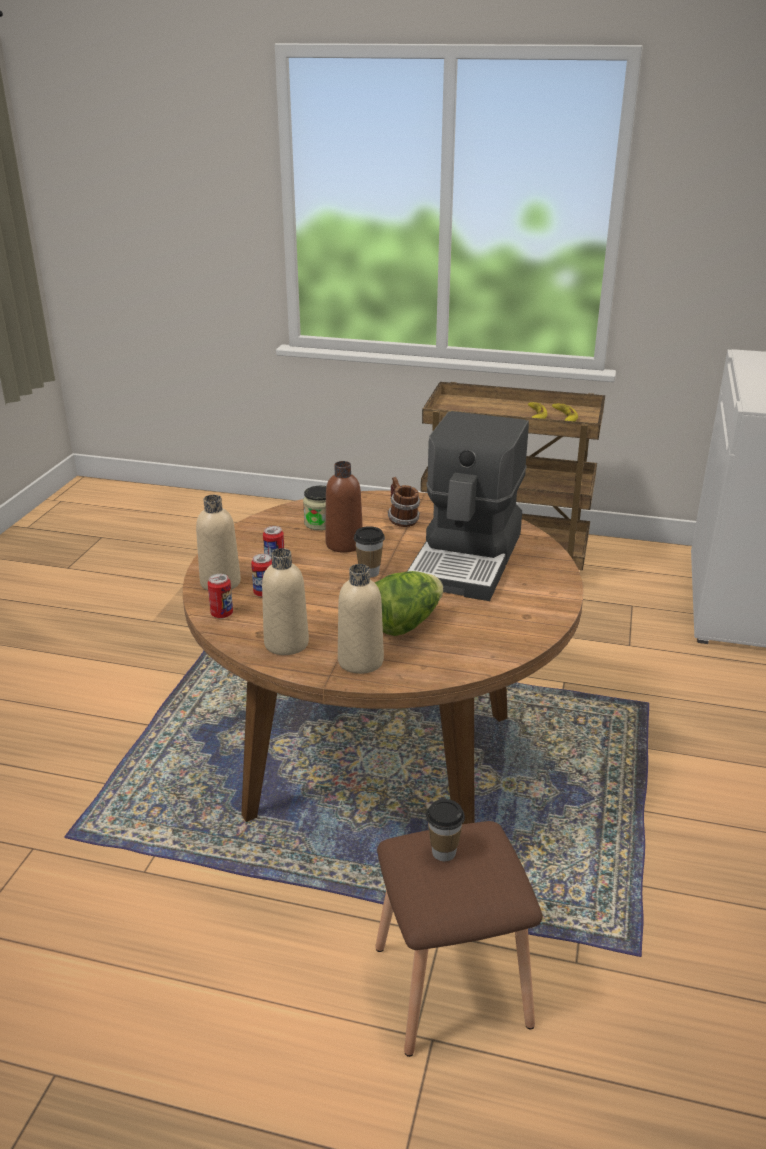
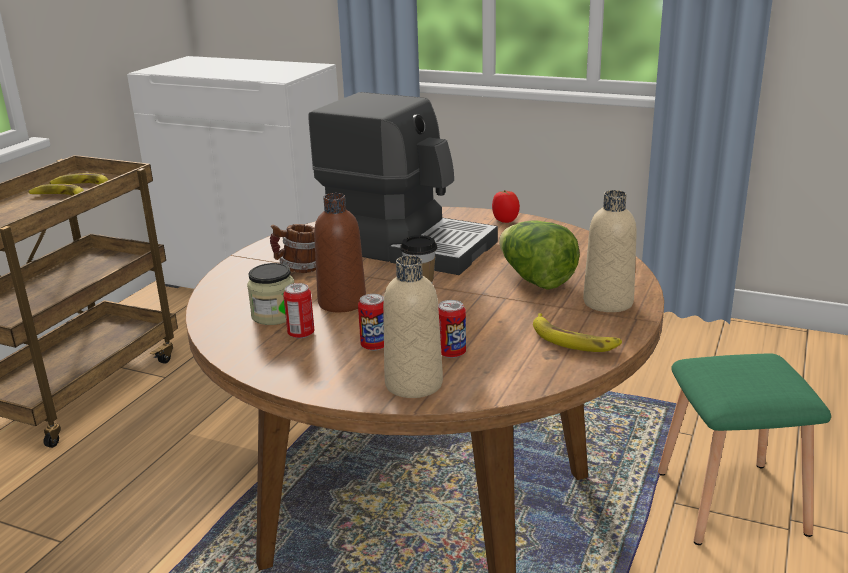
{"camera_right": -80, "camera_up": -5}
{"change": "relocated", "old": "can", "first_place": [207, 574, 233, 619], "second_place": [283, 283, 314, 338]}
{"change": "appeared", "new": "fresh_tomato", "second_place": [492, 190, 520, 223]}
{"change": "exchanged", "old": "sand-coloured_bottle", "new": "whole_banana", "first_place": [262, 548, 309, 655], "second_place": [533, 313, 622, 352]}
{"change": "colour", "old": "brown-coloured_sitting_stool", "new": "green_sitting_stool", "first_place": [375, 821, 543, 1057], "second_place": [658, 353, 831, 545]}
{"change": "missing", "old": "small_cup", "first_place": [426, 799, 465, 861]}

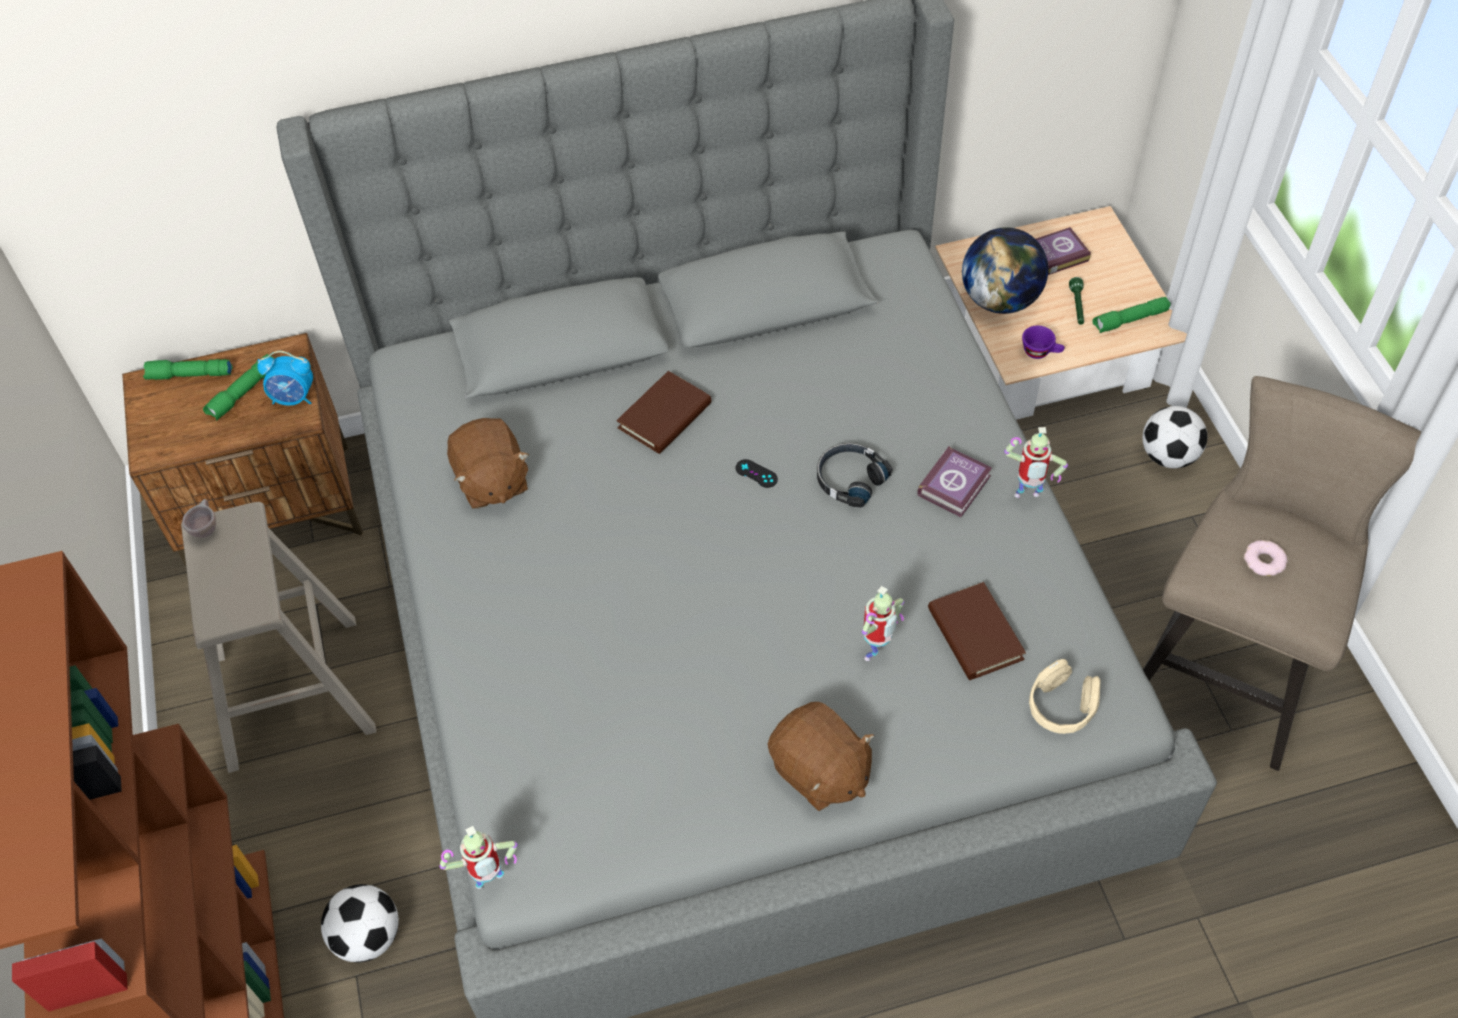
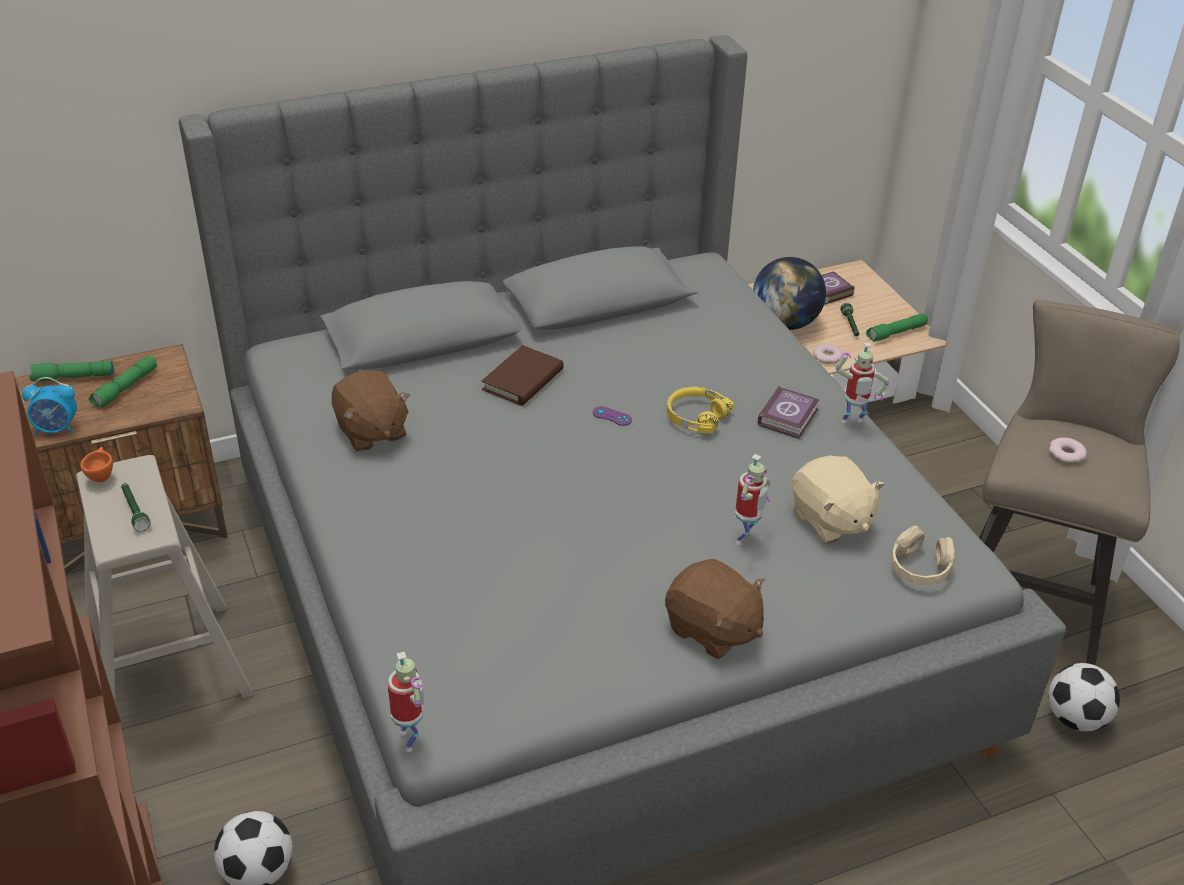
{"camera_right": -10, "camera_up": -15}
{"change": "relocated", "old": "table_clock", "first_place": [257, 351, 313, 406], "second_place": [22, 377, 77, 435]}
{"change": "colour", "old": "sand-coloured_small_cup", "new": "orange-coloured_small_cup", "first_place": [182, 499, 216, 538], "second_place": [80, 447, 113, 482]}
{"change": "appeared", "new": "green_flashlight", "second_place": [121, 483, 151, 531]}
{"change": "spun", "old": "model_robot", "first_place": [440, 826, 518, 889], "second_place": [388, 652, 424, 752], "degrees": -75}
{"change": "colour", "old": "black_gamepad", "new": "purple-coloured_gamepad", "first_place": [736, 459, 778, 488], "second_place": [593, 406, 632, 426]}
{"change": "colour", "old": "black_headset", "new": "yellow-coloured_headset", "first_place": [817, 443, 893, 508], "second_place": [667, 387, 733, 434]}
{"change": "exchanged", "old": "brown-coloured_volume", "new": "sand-coloured_soft_toy", "first_place": [928, 582, 1026, 680], "second_place": [792, 456, 885, 543]}
{"change": "exchanged", "old": "purple-coloured_small_cup", "new": "donut", "first_place": [1022, 325, 1065, 359], "second_place": [813, 344, 843, 364]}
{"change": "relocated", "old": "football", "first_place": [1142, 406, 1207, 468], "second_place": [1048, 663, 1120, 732]}

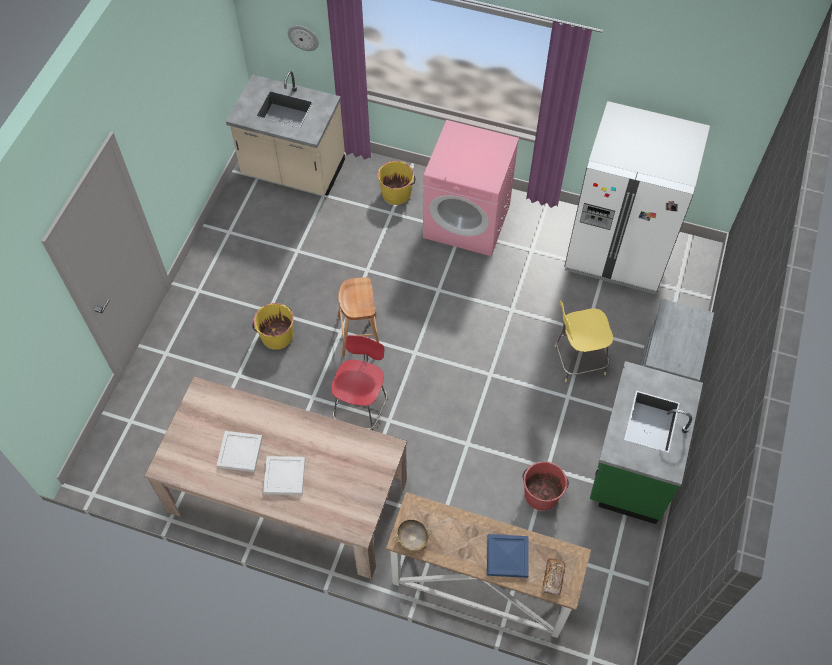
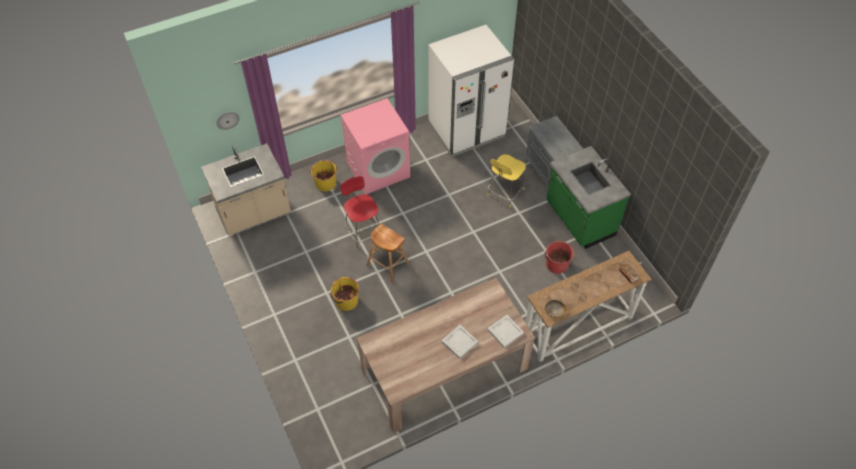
{"camera_right": -45, "camera_up": -5}
{"change": "relocated", "old": "red-coloured_sitting_stool", "first_place": [331, 335, 387, 430], "second_place": [340, 176, 379, 248]}
{"change": "relocated", "old": "white_carrying_tray", "first_place": [217, 431, 263, 472], "second_place": [487, 315, 524, 348]}
{"change": "missing", "old": "blue-coloured_carrying_tray", "first_place": [487, 534, 529, 578]}

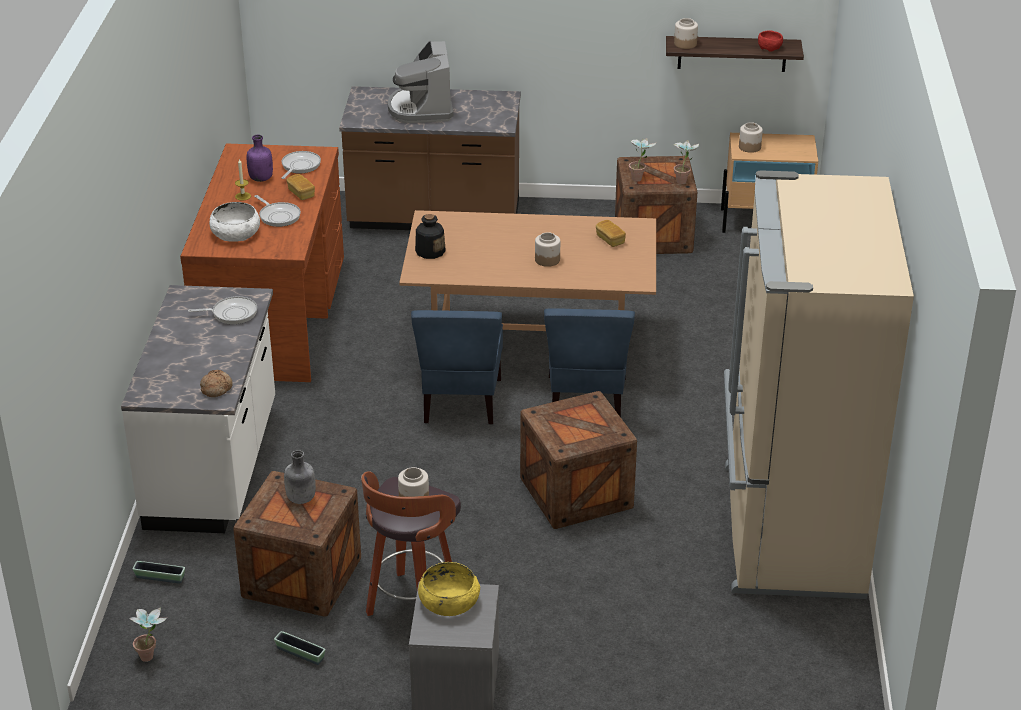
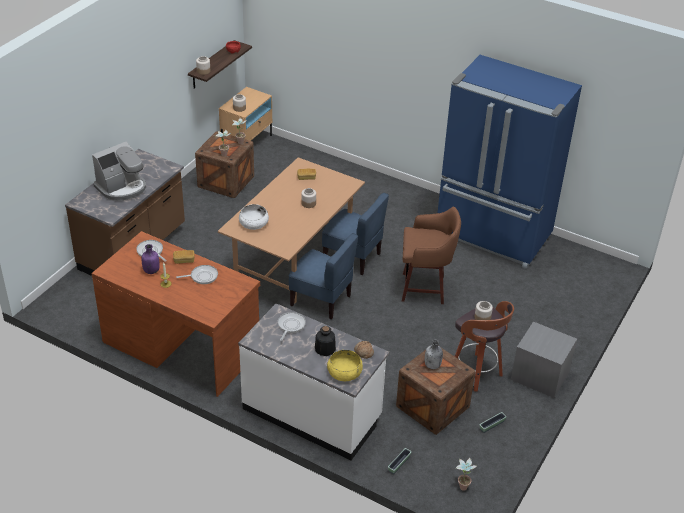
{"camera_right": -65, "camera_up": 5}
{"change": "spun", "old": "coffee_machine", "first_place": [388, 41, 453, 123], "second_place": [92, 142, 146, 201], "degrees": -60}
{"change": "relocated", "old": "white_serving_bowl", "first_place": [209, 202, 260, 242], "second_place": [239, 204, 269, 230]}
{"change": "relocated", "old": "bottle", "first_place": [415, 214, 446, 259], "second_place": [315, 326, 336, 356]}
{"change": "relocated", "old": "yellow-coloured_serving_bowl", "first_place": [418, 562, 480, 616], "second_place": [327, 350, 363, 381]}
{"change": "exchanged", "old": "shipping_crate", "new": "brown-coloured_sitting_stool", "first_place": [520, 391, 637, 529], "second_place": [402, 207, 461, 304]}
{"change": "colour", "old": "sand-coloured_fridge", "new": "blue-coloured_fridge", "first_place": [724, 170, 914, 599], "second_place": [438, 55, 582, 269]}

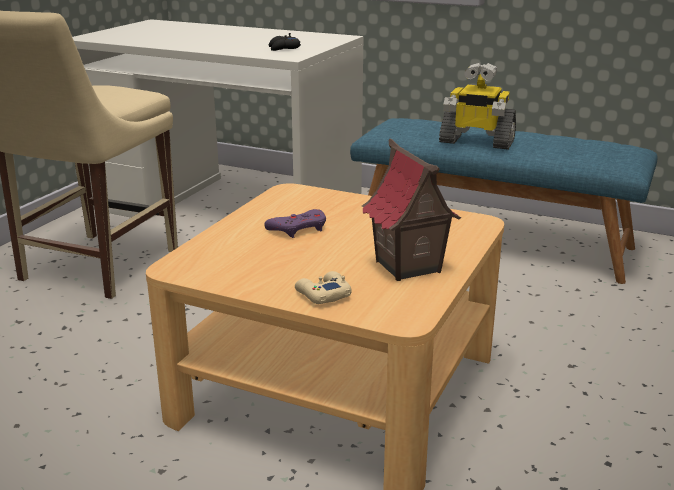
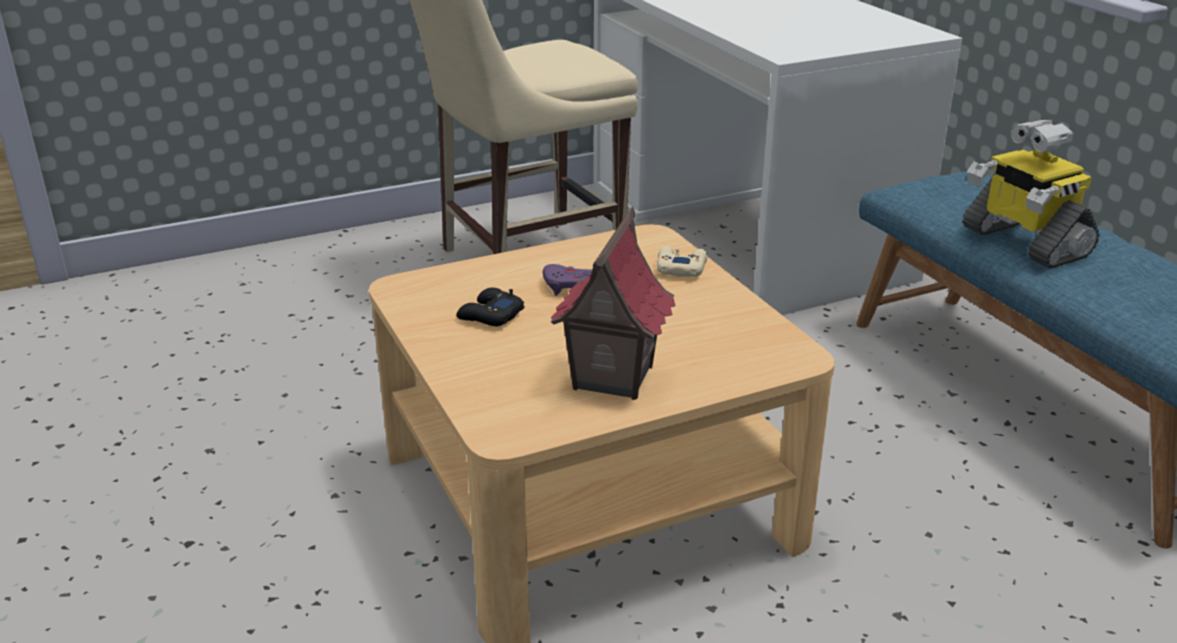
{"camera_right": 40, "camera_up": 5}
{"change": "relocated", "old": "black_gamepad", "first_place": [269, 33, 301, 51], "second_place": [456, 288, 524, 326]}
{"change": "relocated", "old": "sand-coloured_gamepad", "first_place": [295, 271, 352, 304], "second_place": [657, 246, 708, 277]}

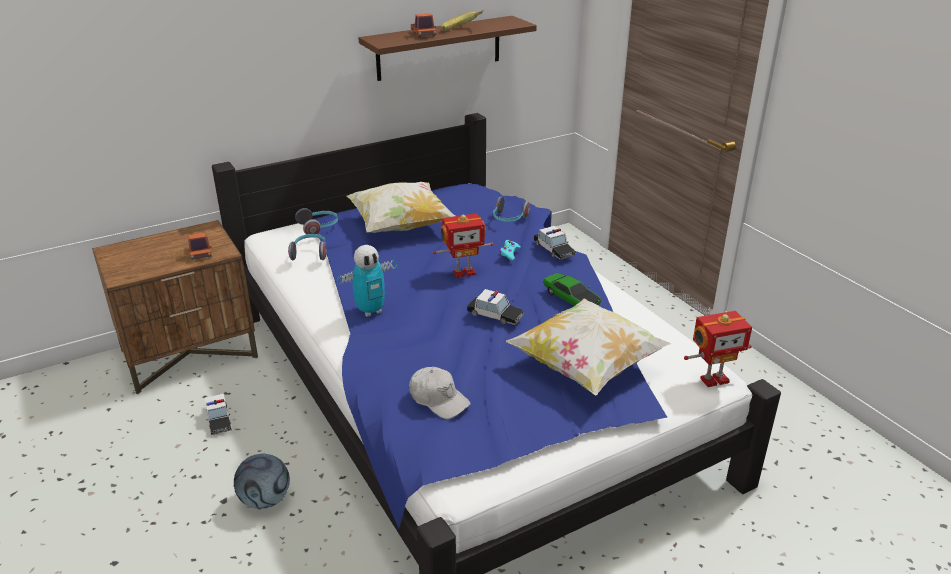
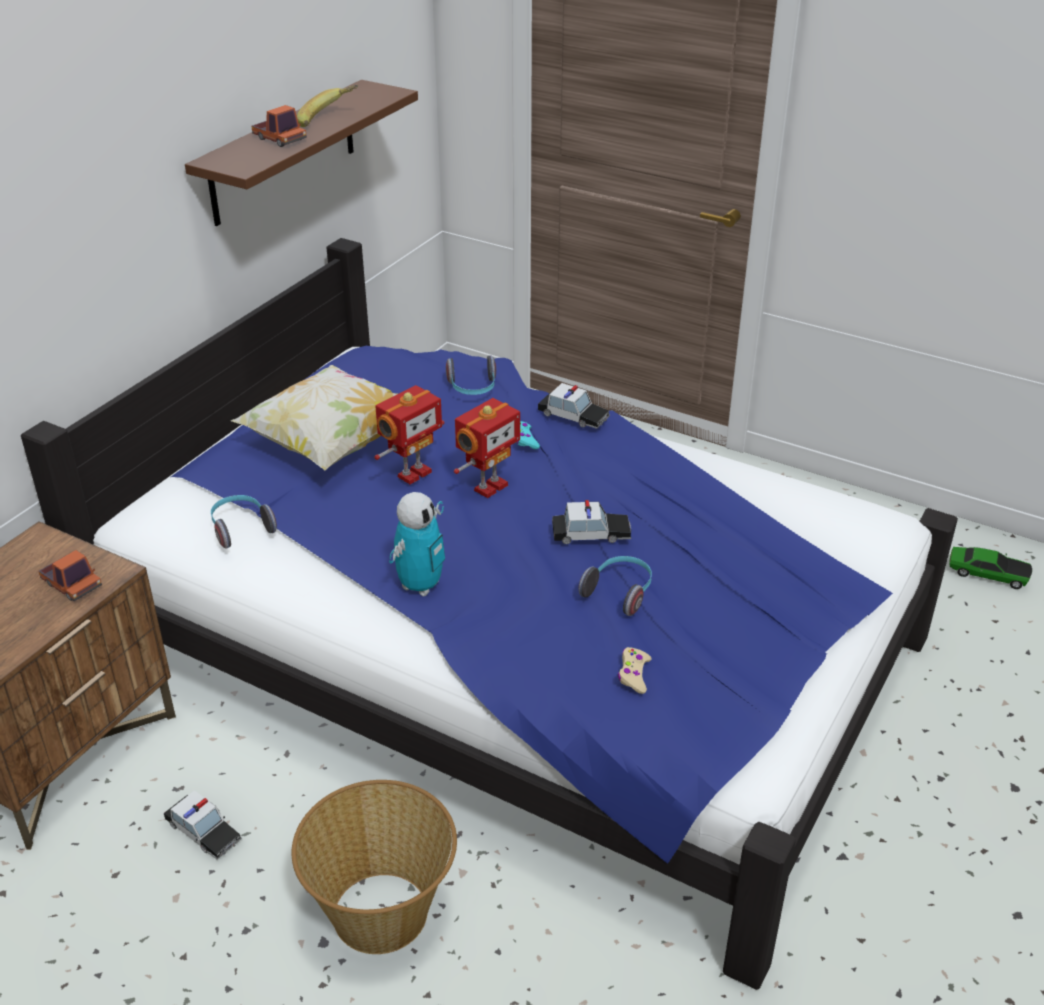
{"camera_right": -30, "camera_up": 5}
{"change": "exchanged", "old": "football", "new": "basket", "first_place": [234, 454, 290, 509], "second_place": [291, 780, 457, 954]}
{"change": "relocated", "old": "model_robot", "first_place": [684, 311, 752, 387], "second_place": [374, 385, 445, 484]}
{"change": "relocated", "old": "headset", "first_place": [295, 208, 338, 234], "second_place": [579, 556, 652, 616]}
{"change": "exchanged", "old": "white_peaked_cap", "new": "sand-coloured_gamepad", "first_place": [409, 367, 471, 419], "second_place": [618, 647, 652, 694]}
{"change": "relocated", "old": "toy_car", "first_place": [543, 273, 601, 306], "second_place": [949, 547, 1032, 589]}
{"change": "missing", "old": "throw_pillow", "first_place": [506, 298, 672, 395]}

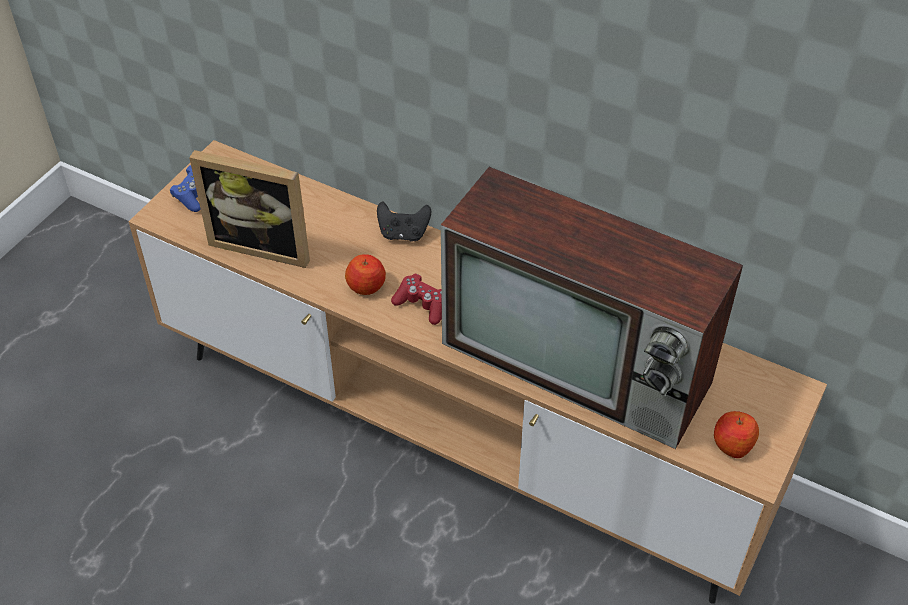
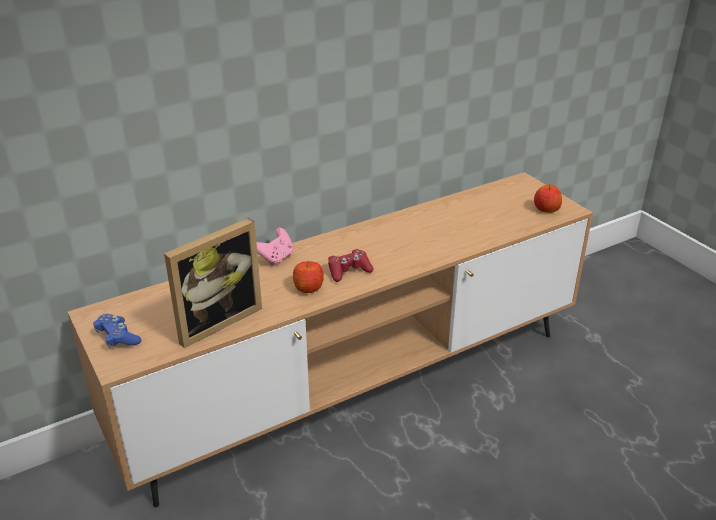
{"camera_right": -60, "camera_up": -15}
{"change": "colour", "old": "black_gamepad", "new": "pinkish_gamepad", "first_place": [377, 202, 431, 242], "second_place": [256, 228, 294, 266]}
{"change": "missing", "old": "television", "first_place": [441, 167, 743, 449]}

